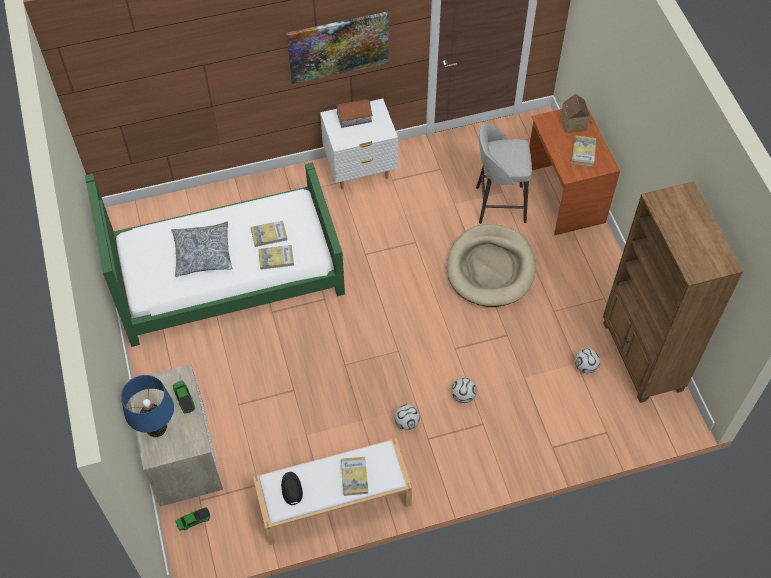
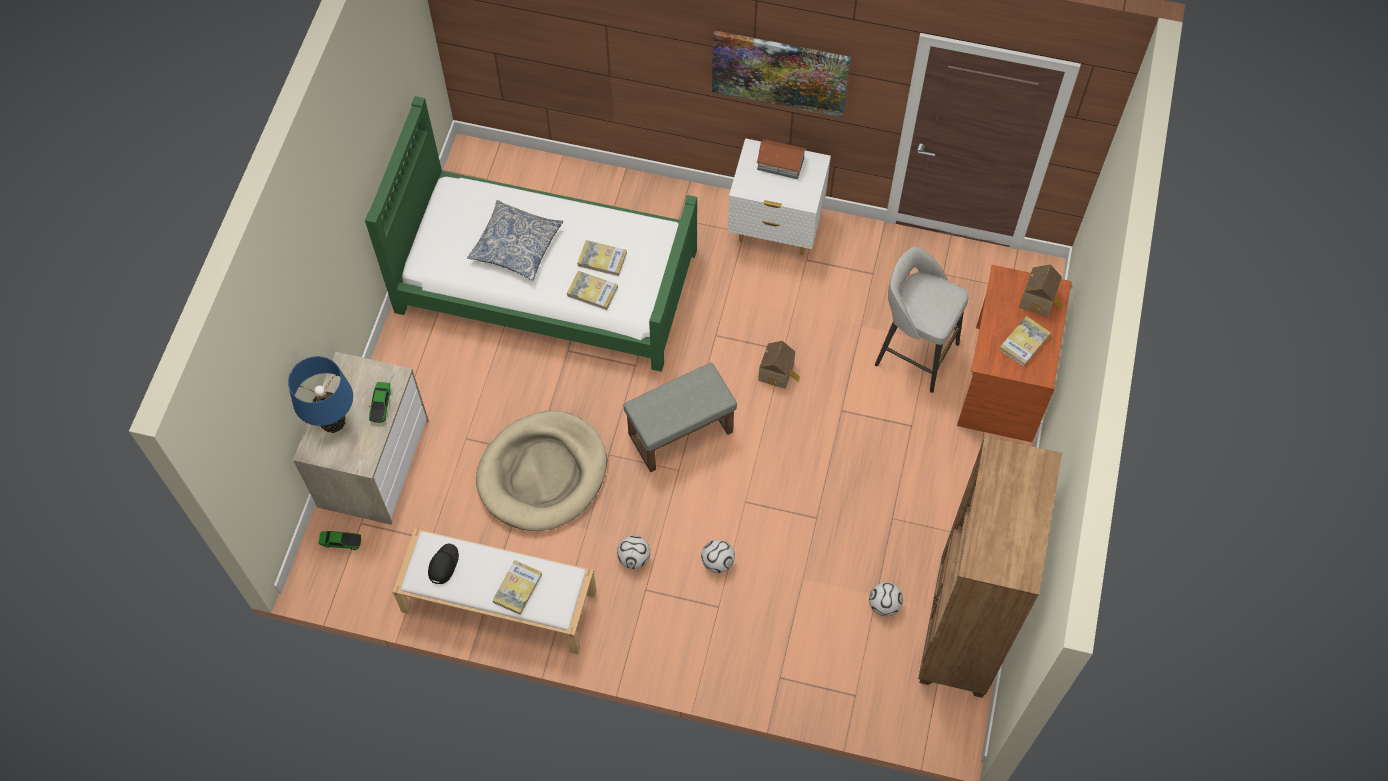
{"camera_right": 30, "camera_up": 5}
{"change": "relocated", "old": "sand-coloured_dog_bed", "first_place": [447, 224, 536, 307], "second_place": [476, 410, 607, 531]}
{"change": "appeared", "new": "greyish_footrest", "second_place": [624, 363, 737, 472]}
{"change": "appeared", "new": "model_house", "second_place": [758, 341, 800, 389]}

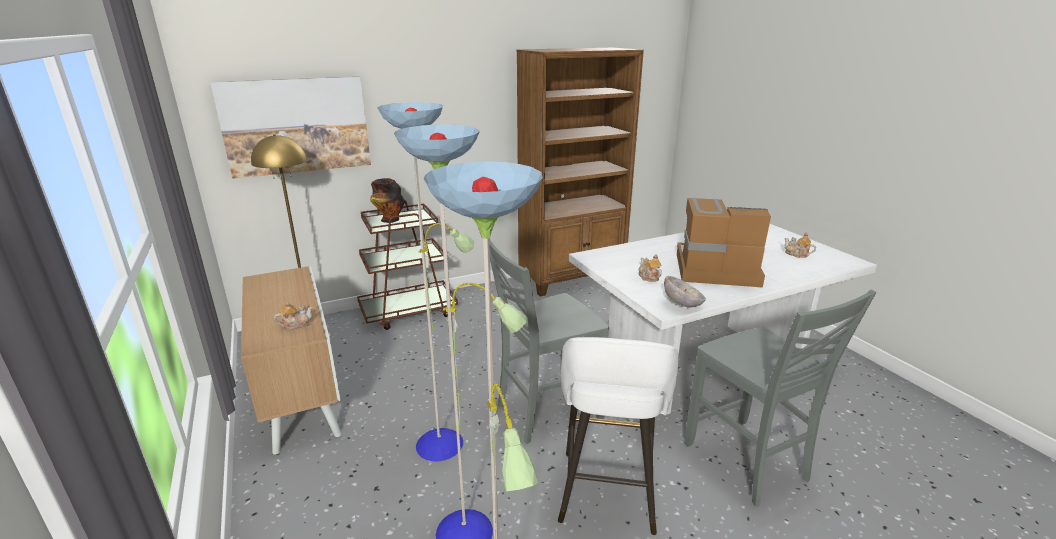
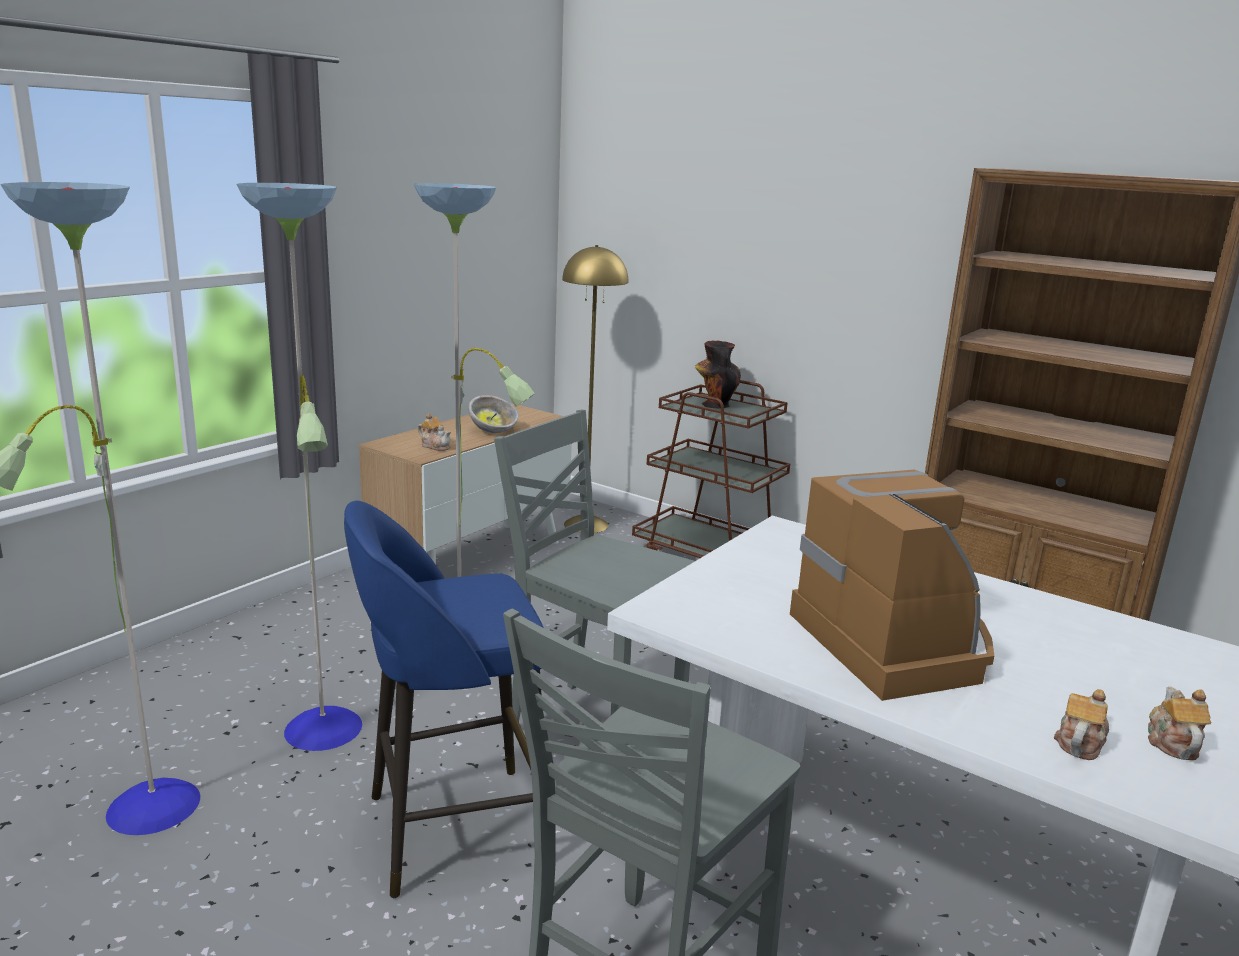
{"camera_right": 60, "camera_up": -5}
{"change": "colour", "old": "white_sitting_stool", "new": "blue-coloured_sitting_stool", "first_place": [558, 337, 679, 535], "second_place": [344, 501, 544, 898]}
{"change": "relocated", "old": "serving_bowl", "first_place": [664, 276, 706, 308], "second_place": [468, 395, 518, 433]}
{"change": "relocated", "old": "pot_for_tea", "first_place": [638, 254, 662, 282], "second_place": [1054, 689, 1109, 760]}
{"change": "missing", "old": "wall_picture", "first_place": [210, 77, 371, 179]}

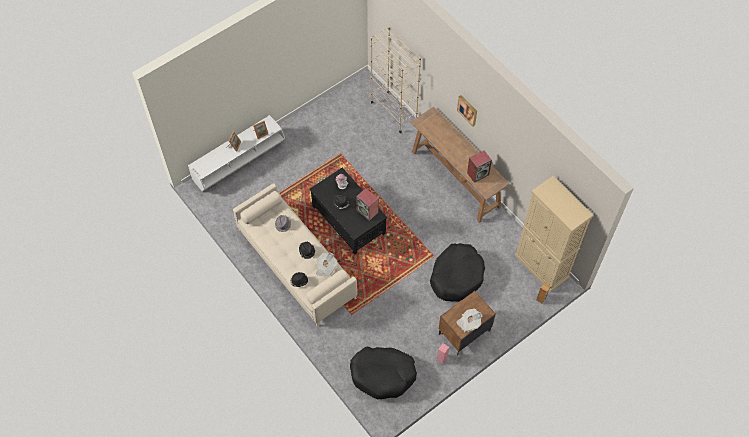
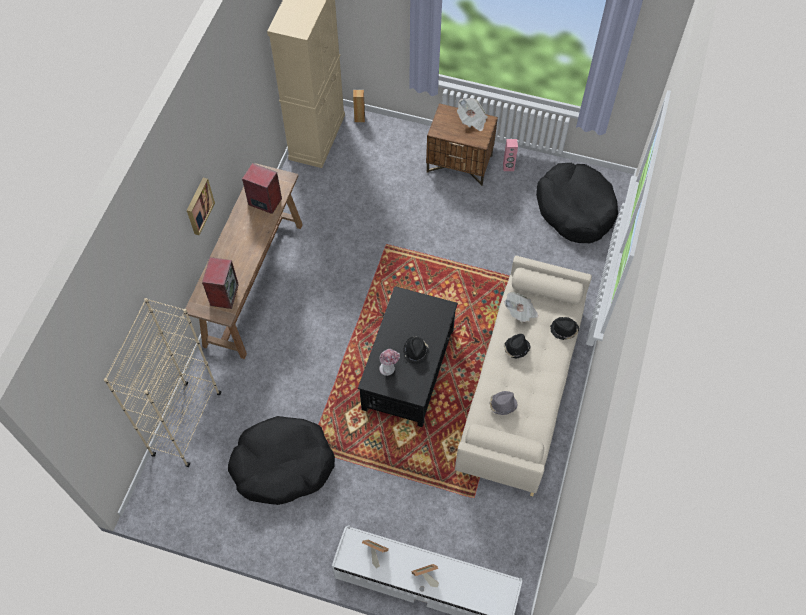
{"camera_right": -125, "camera_up": 0}
{"change": "relocated", "old": "loudspeaker", "first_place": [356, 188, 379, 221], "second_place": [202, 257, 239, 309]}
{"change": "relocated", "old": "black_dog_bed", "first_place": [430, 243, 485, 302], "second_place": [228, 416, 335, 505]}

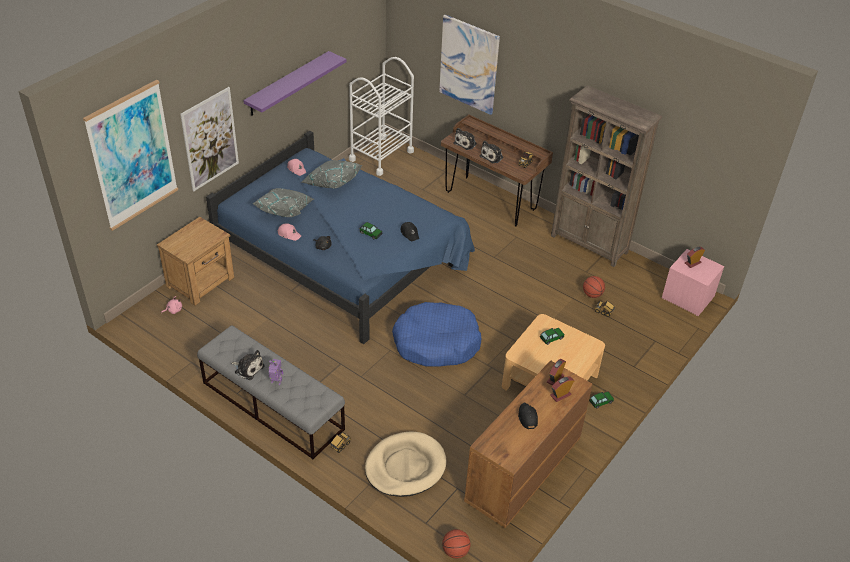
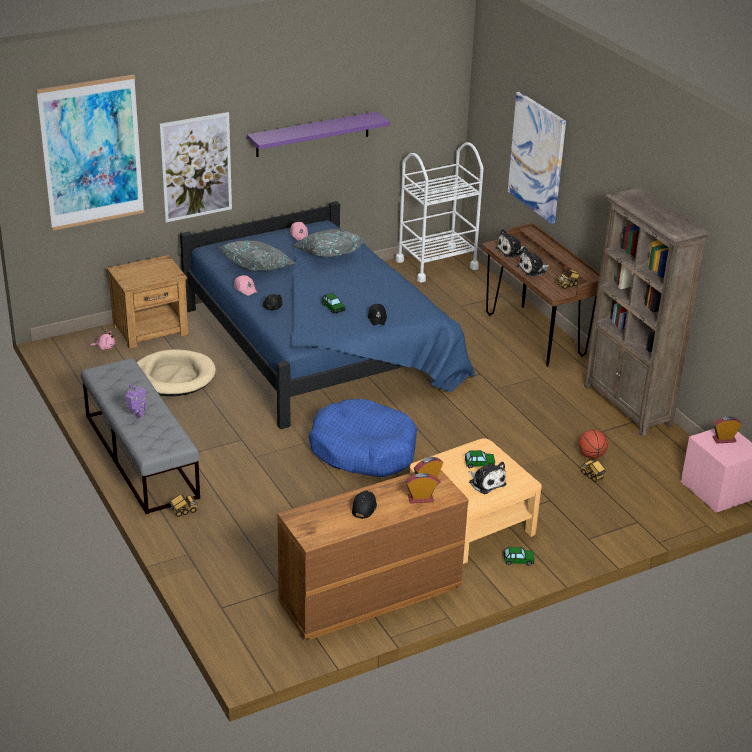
{"camera_right": 25, "camera_up": -10}
{"change": "relocated", "old": "sand-coloured_dog_bed", "first_place": [365, 432, 447, 497], "second_place": [137, 349, 216, 396]}
{"change": "relocated", "old": "soft_toy", "first_place": [231, 350, 265, 380], "second_place": [468, 462, 506, 494]}
{"change": "missing", "old": "ball_for_basketball", "first_place": [442, 529, 471, 558]}

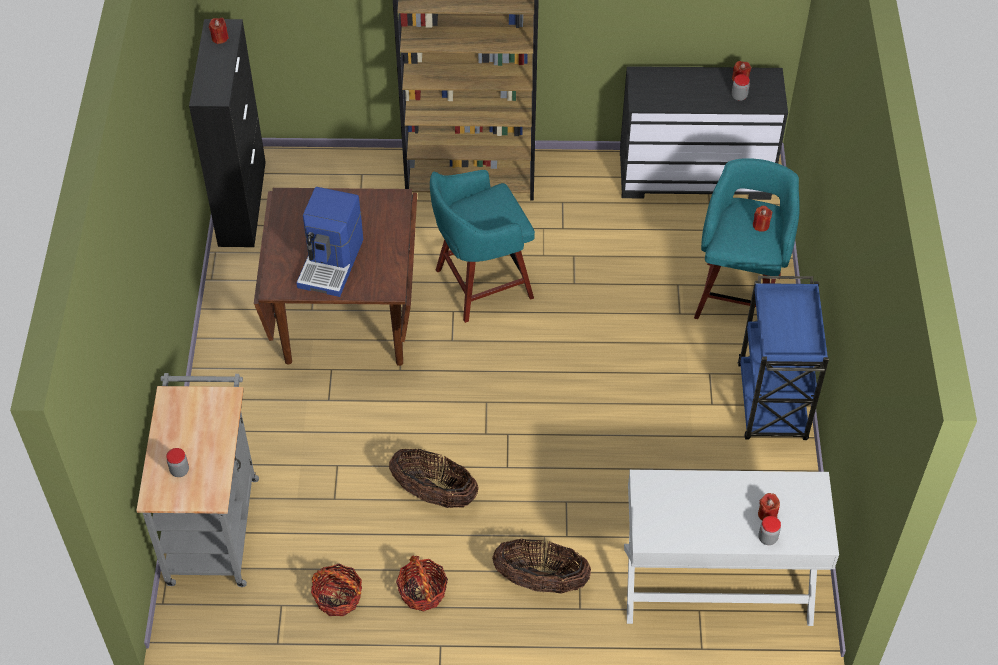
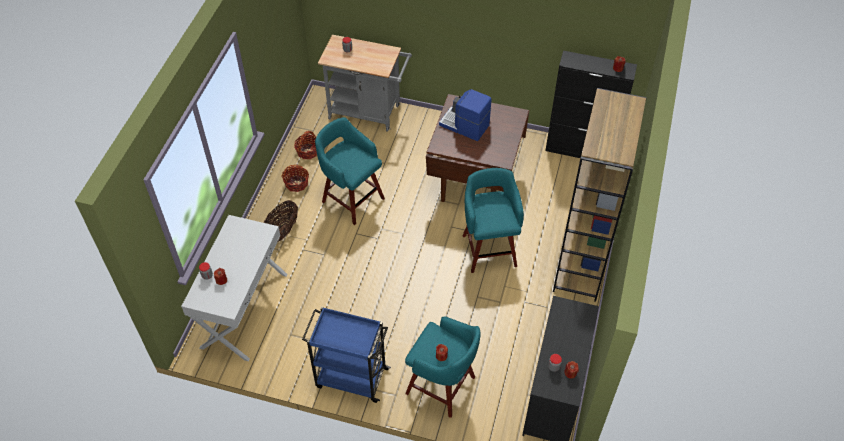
{"camera_right": 105, "camera_up": 0}
{"change": "exchanged", "old": "basket", "new": "turquoise_sitting_stool", "first_place": [389, 449, 479, 508], "second_place": [315, 117, 385, 225]}

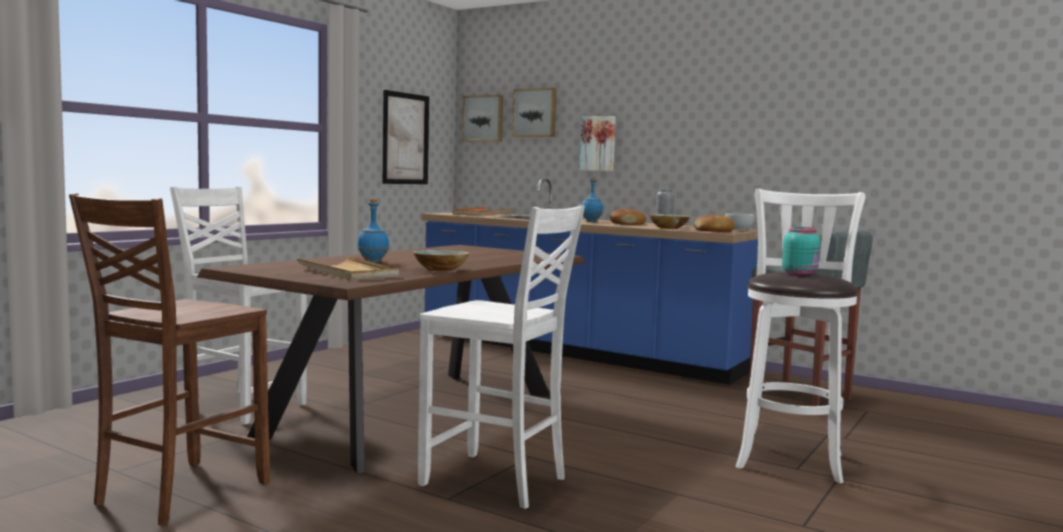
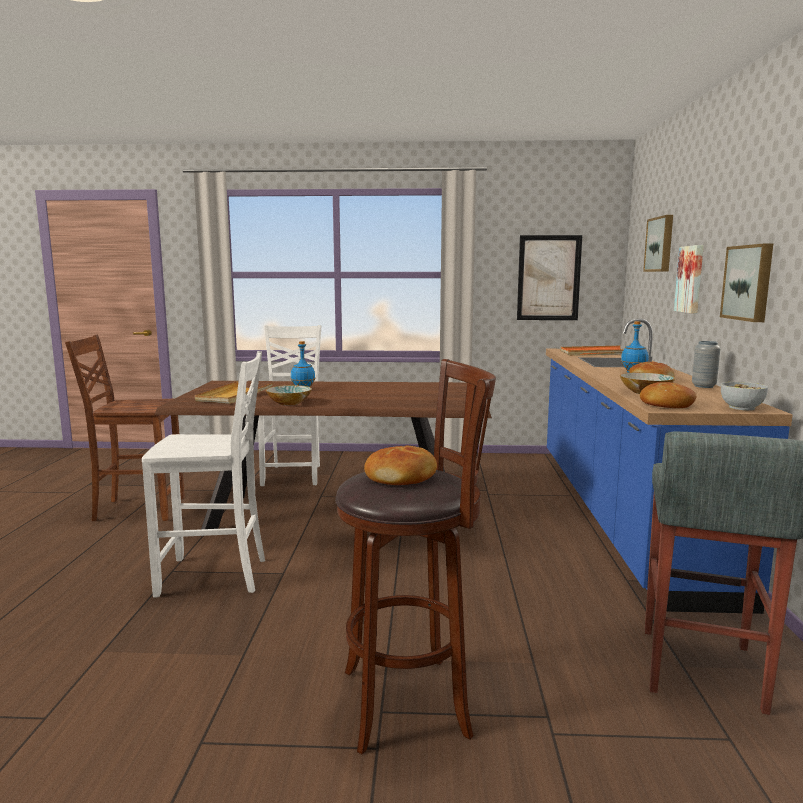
{"camera_right": 60, "camera_up": 5}
{"change": "spun", "old": "white_chair", "first_place": [418, 205, 585, 509], "second_place": [142, 351, 265, 598], "degrees": -90}
{"change": "colour", "old": "white_sitting_stool", "new": "brown-coloured_sitting_stool", "first_place": [735, 189, 865, 484], "second_place": [335, 359, 496, 755]}
{"change": "exchanged", "old": "turquoise_storage_jar", "new": "baked_bread", "first_place": [782, 227, 820, 276], "second_place": [364, 446, 437, 485]}
{"change": "relocated", "old": "wall_picture", "first_place": [462, 95, 503, 142], "second_place": [720, 243, 773, 322]}

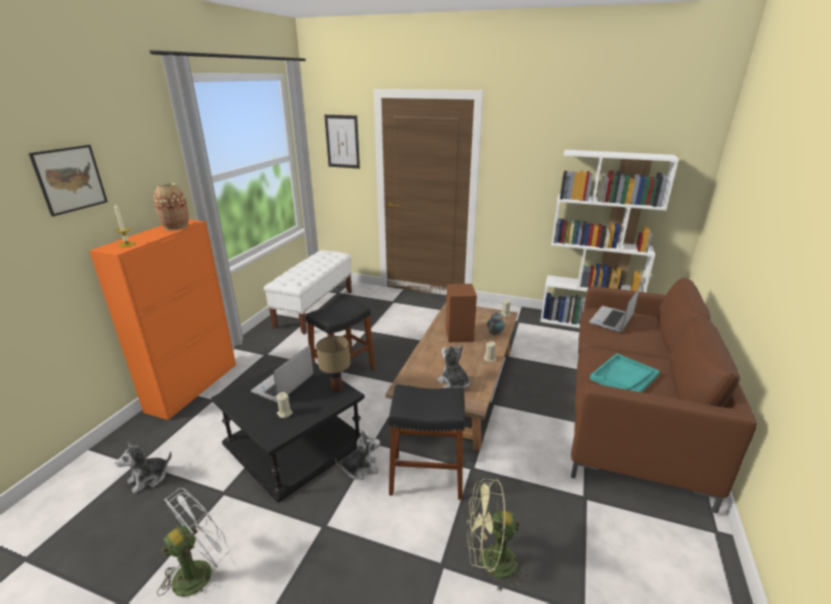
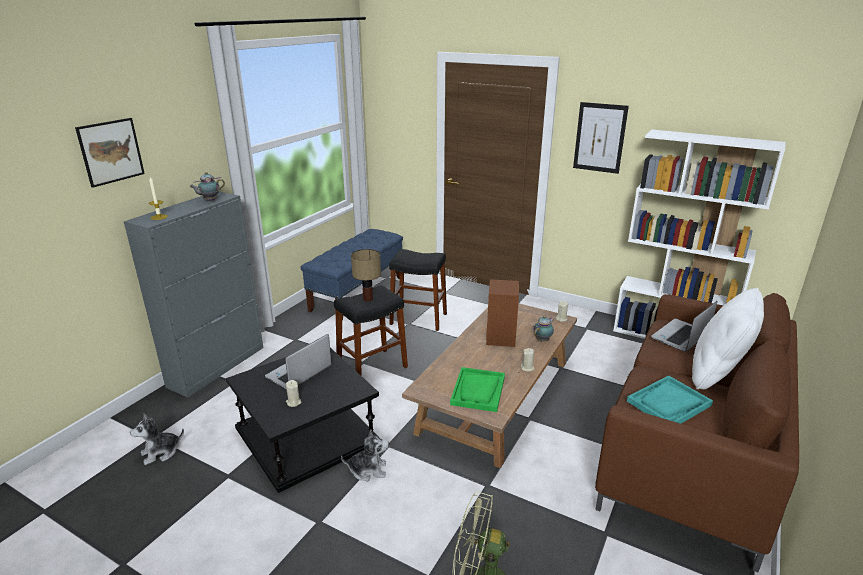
{"camera_right": 10, "camera_up": 0}
{"change": "colour", "old": "orange-coloured_storage_cabinet", "new": "greyish_storage_cabinet", "first_place": [89, 220, 236, 420], "second_place": [124, 191, 263, 397]}
{"change": "exchanged", "old": "decorative_vase", "new": "pot_for_tea", "first_place": [154, 183, 189, 230], "second_place": [190, 172, 225, 201]}
{"change": "colour", "old": "white_long_seat", "new": "blue-coloured_long_seat", "first_place": [263, 250, 352, 334], "second_place": [301, 229, 403, 321]}
{"change": "relocated", "old": "table_lamp", "first_place": [316, 336, 351, 393], "second_place": [351, 249, 381, 302]}
{"change": "relocated", "old": "black_sitting_stool", "first_place": [389, 384, 465, 500], "second_place": [389, 249, 447, 331]}
{"change": "exchanged", "old": "soft_toy", "new": "green_carrying_tray", "first_place": [437, 345, 471, 389], "second_place": [450, 367, 505, 412]}
{"change": "relocated", "old": "wall_picture", "first_place": [324, 115, 360, 169], "second_place": [573, 102, 629, 174]}
{"change": "appeared", "new": "white_throw_pillow", "second_place": [692, 288, 764, 389]}
{"change": "missing", "old": "white_fan", "first_place": [157, 488, 230, 597]}

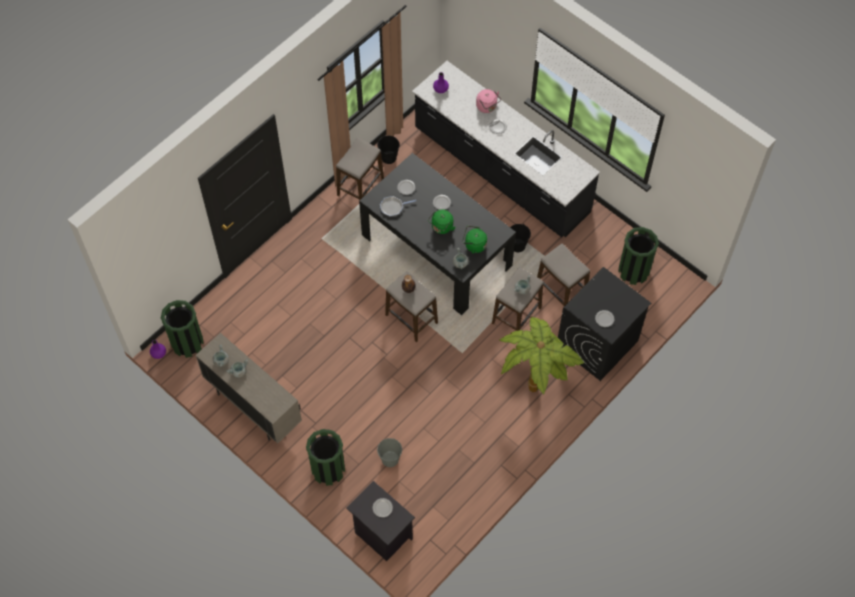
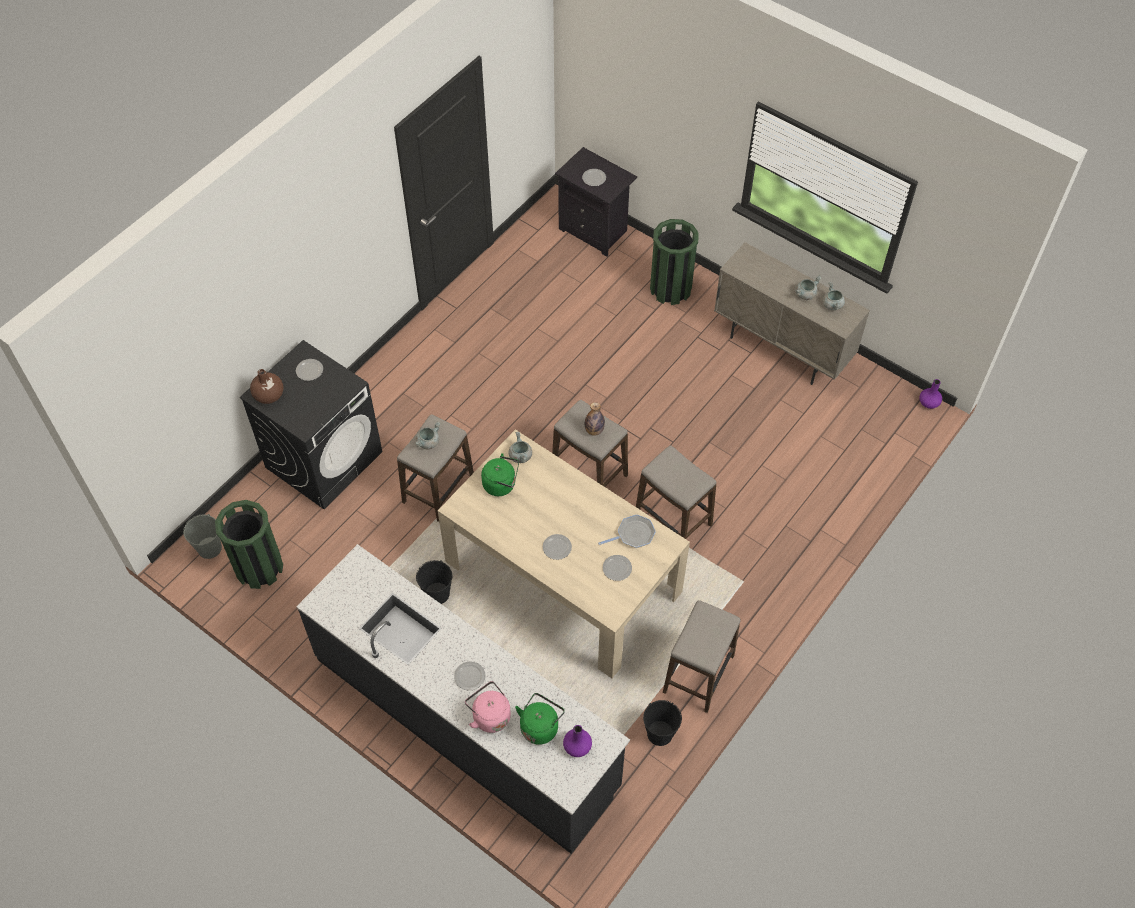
{"camera_right": 175, "camera_up": -5}
{"change": "relocated", "old": "greyish_bucket", "first_place": [377, 438, 402, 467], "second_place": [183, 514, 222, 559]}
{"change": "appeared", "new": "brown-coloured_decorative_vase", "second_place": [250, 369, 283, 404]}
{"change": "colour", "old": "black_dinner_table", "new": "sand-coloured_dinner_table", "first_place": [359, 153, 516, 315], "second_place": [438, 429, 690, 678]}
{"change": "relocated", "old": "green_kettle", "first_place": [428, 209, 455, 234], "second_place": [515, 693, 565, 745]}
{"change": "relocated", "old": "sitting_stool", "first_place": [537, 244, 590, 306], "second_place": [636, 445, 716, 539]}
{"change": "missing", "old": "green_waste_bin", "first_place": [161, 300, 204, 358]}
{"change": "missing", "old": "houseplant", "first_place": [499, 316, 584, 394]}

